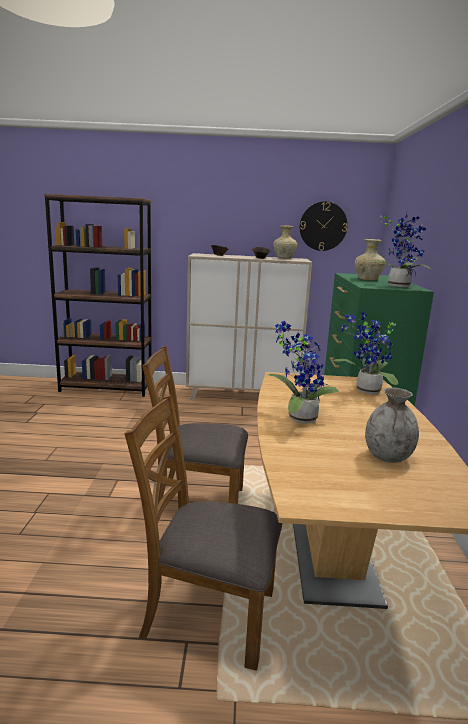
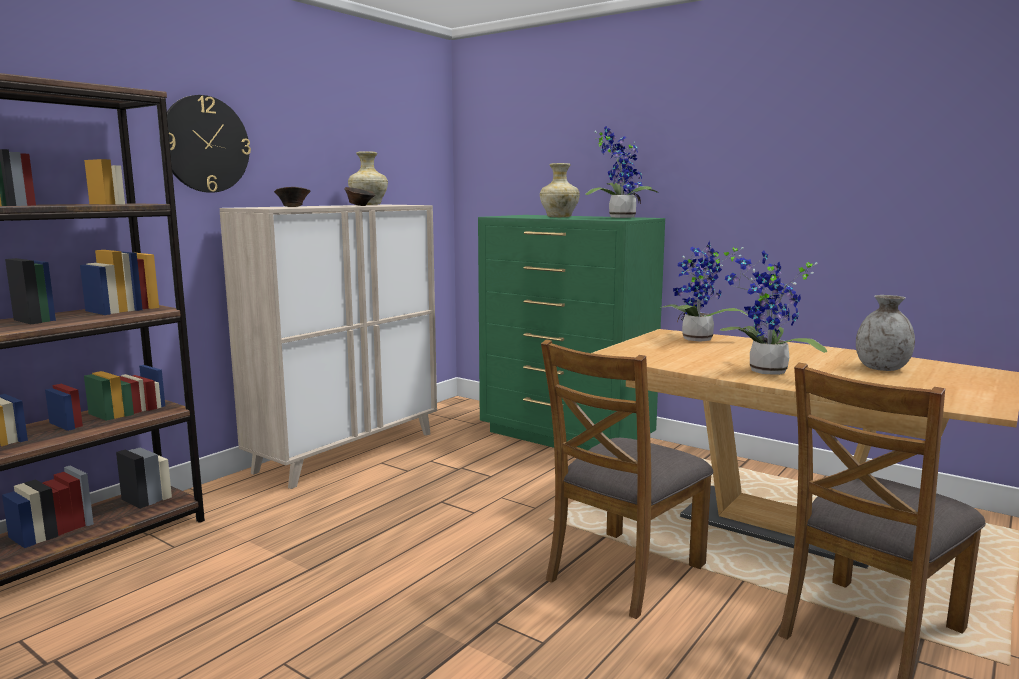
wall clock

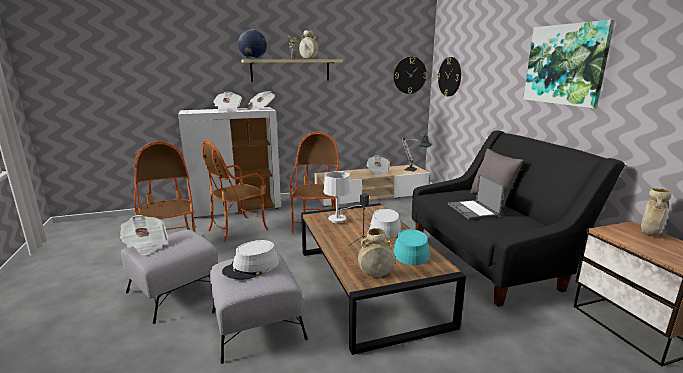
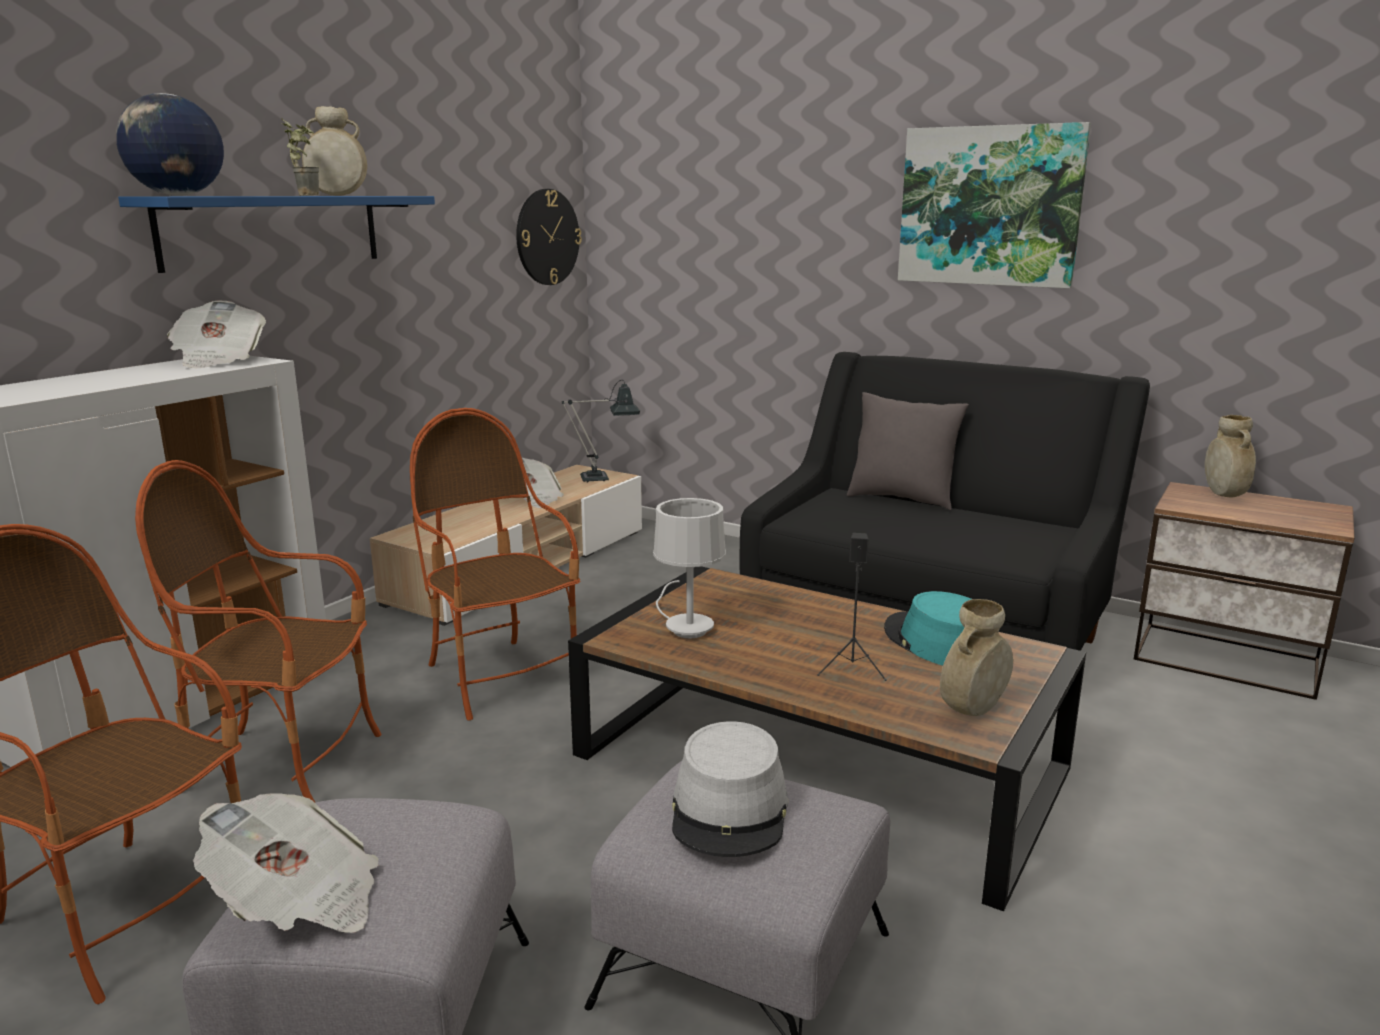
blue bracket shelf; armchair (no. 2 from left); daily paper (no. 2 from left in the first image); gray clothing hat (no. 2 from left in the first image); wall clock (no. 2 from left in the first image); notebook computer

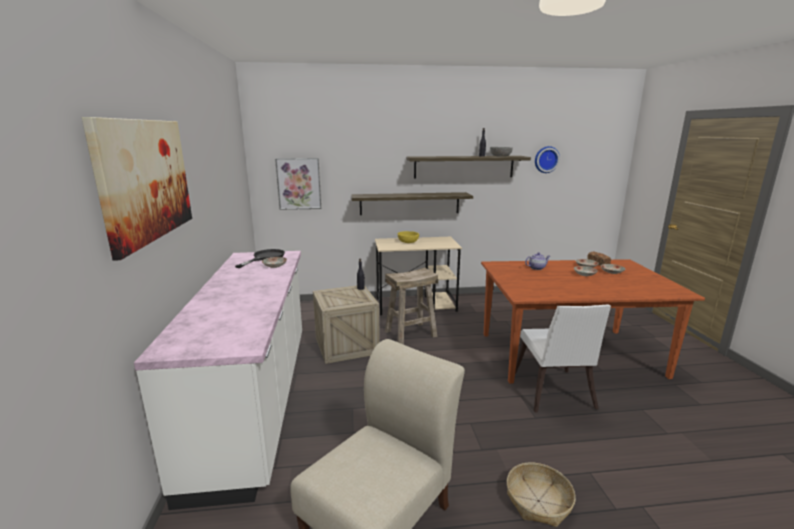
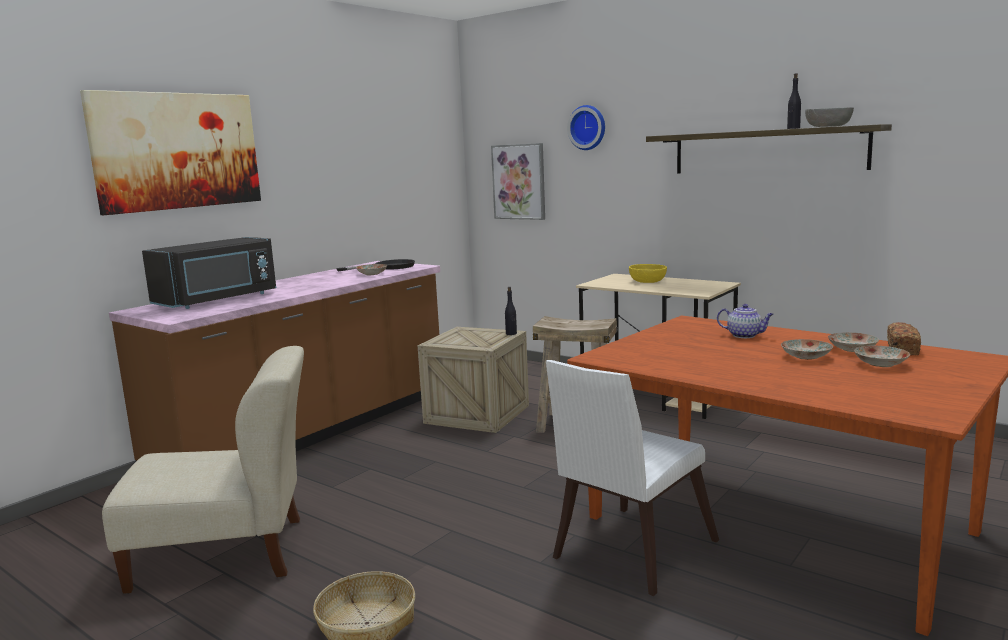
brown kitchen counter; black microwave oven; wall clock; bracket shelf (no. 1 from left in the first image)

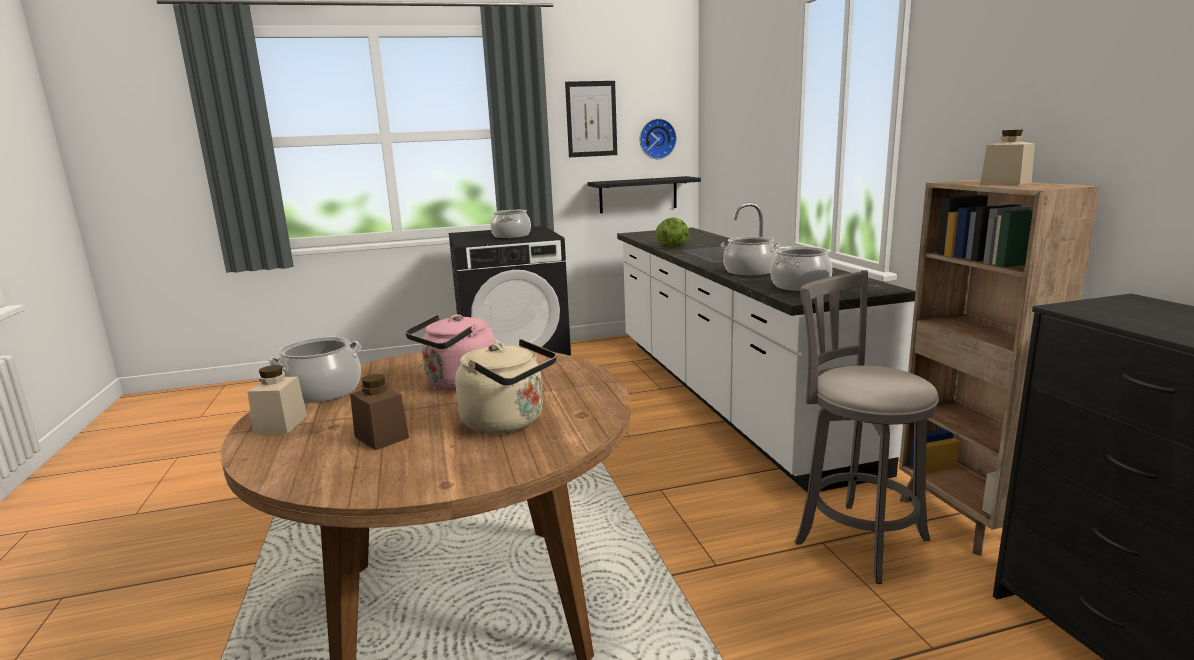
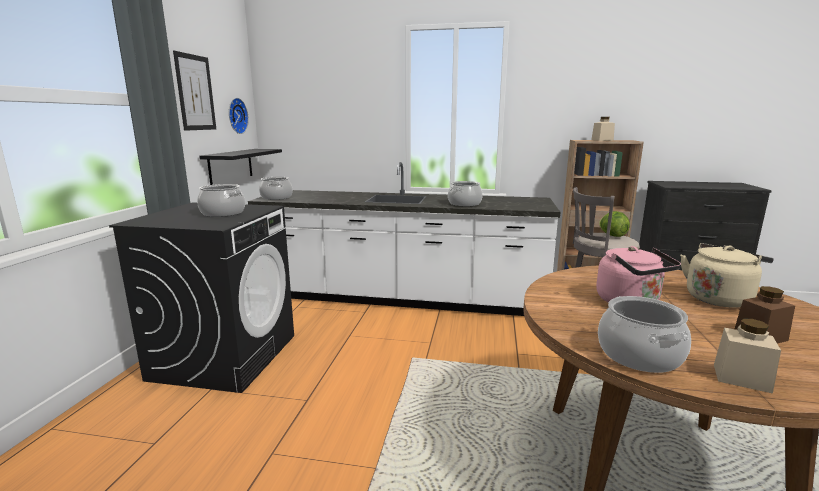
cooking pot (no. 2 from left); lettuce

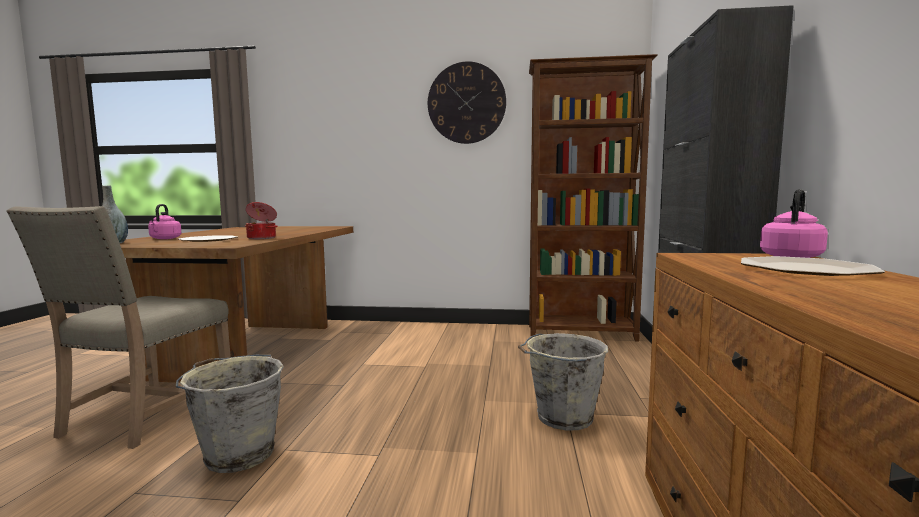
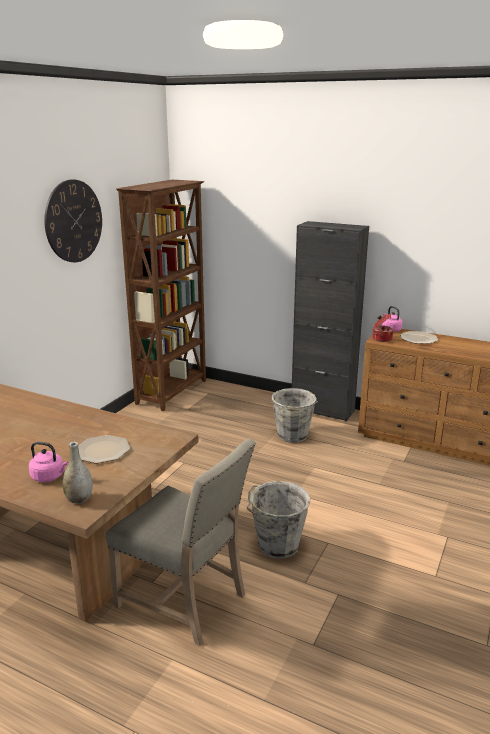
cooking pot

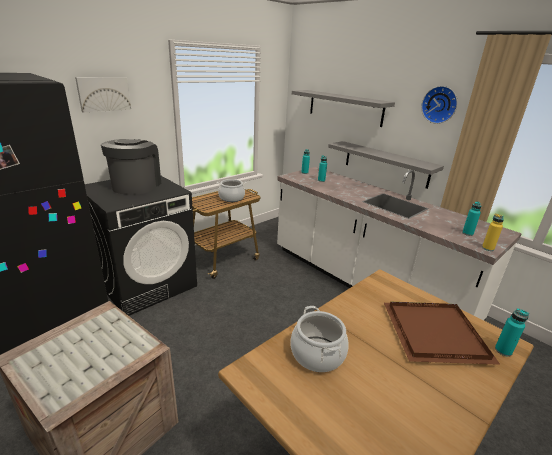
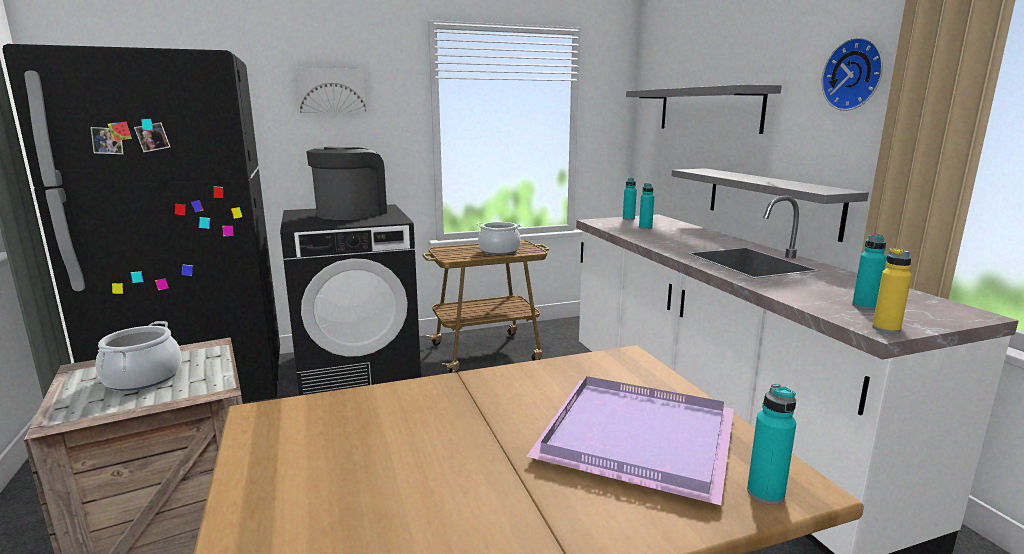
cooking pot (no. 1 from left); purple-coloured tray

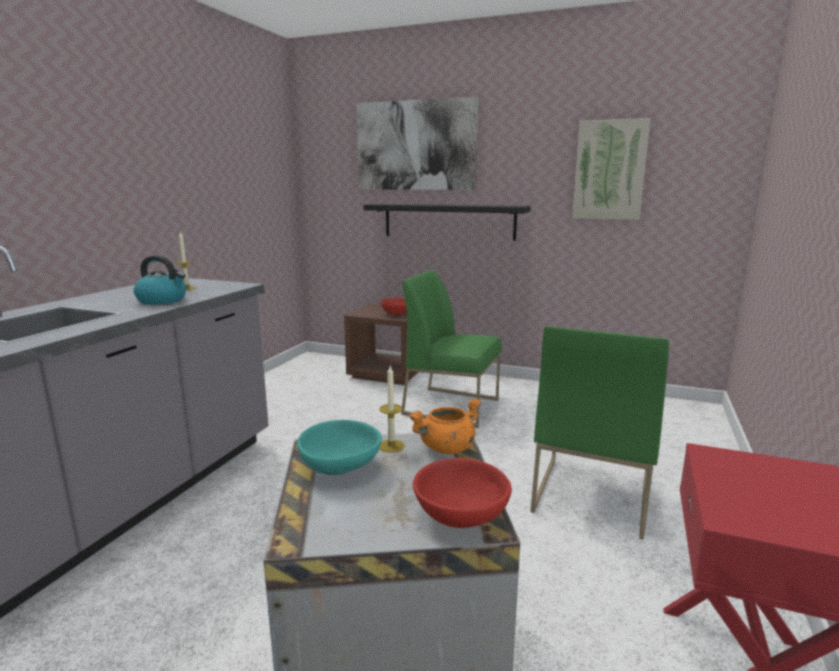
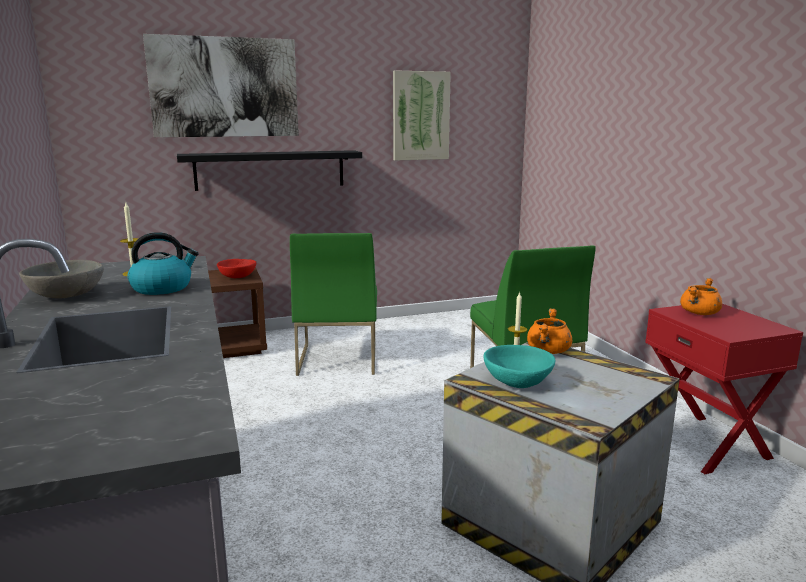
gray serving bowl; green upright chair (no. 1 from left); orange cooking pot (no. 2 from left); red-coloured serving bowl (no. 2 from left in the first image)

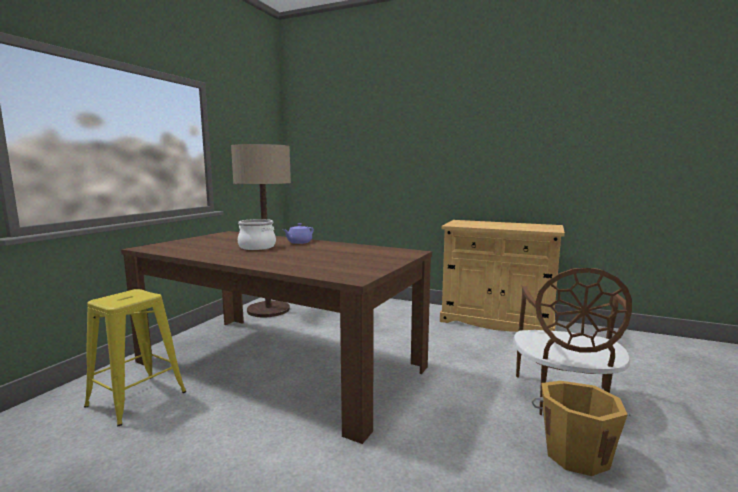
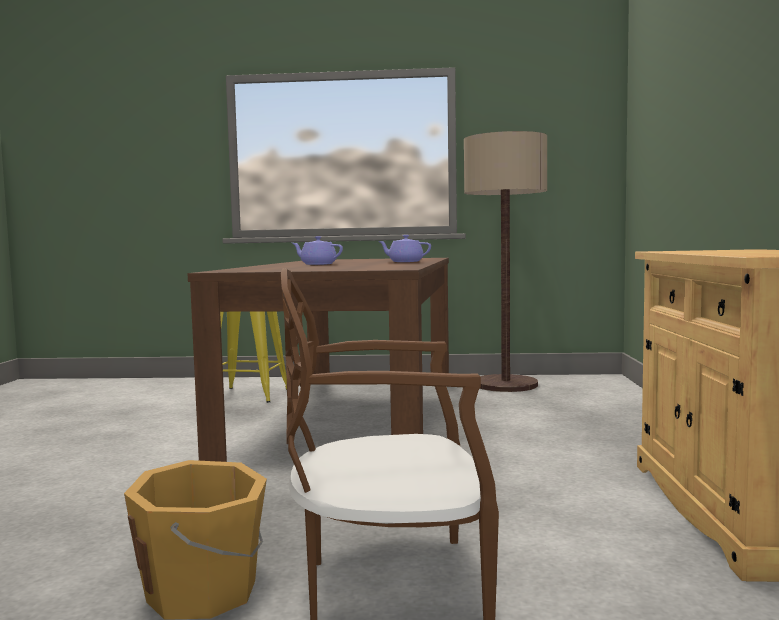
purple-coloured pot for tea (no. 1 from left); cooking pot

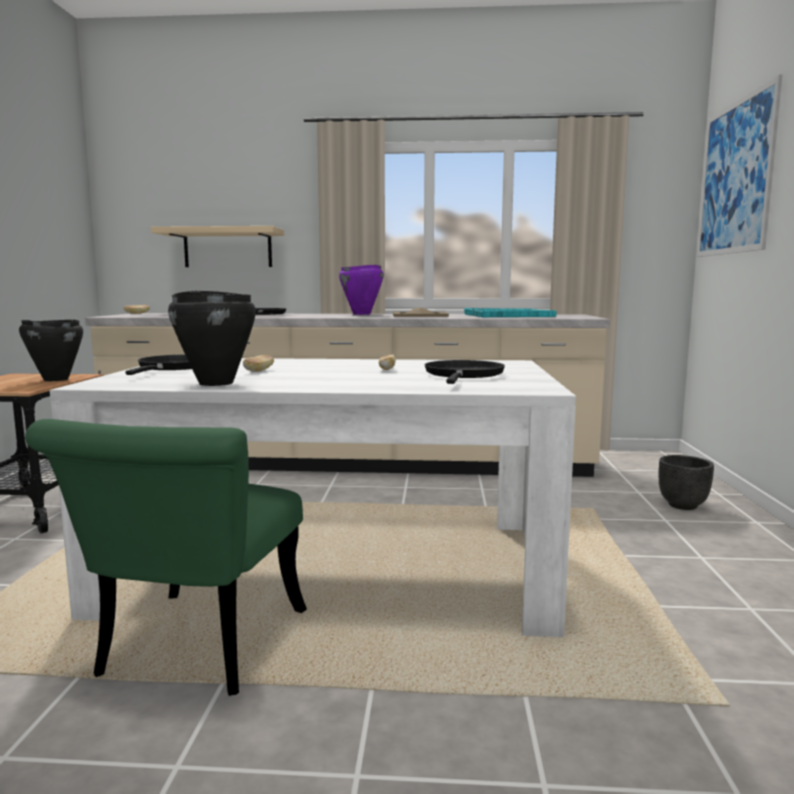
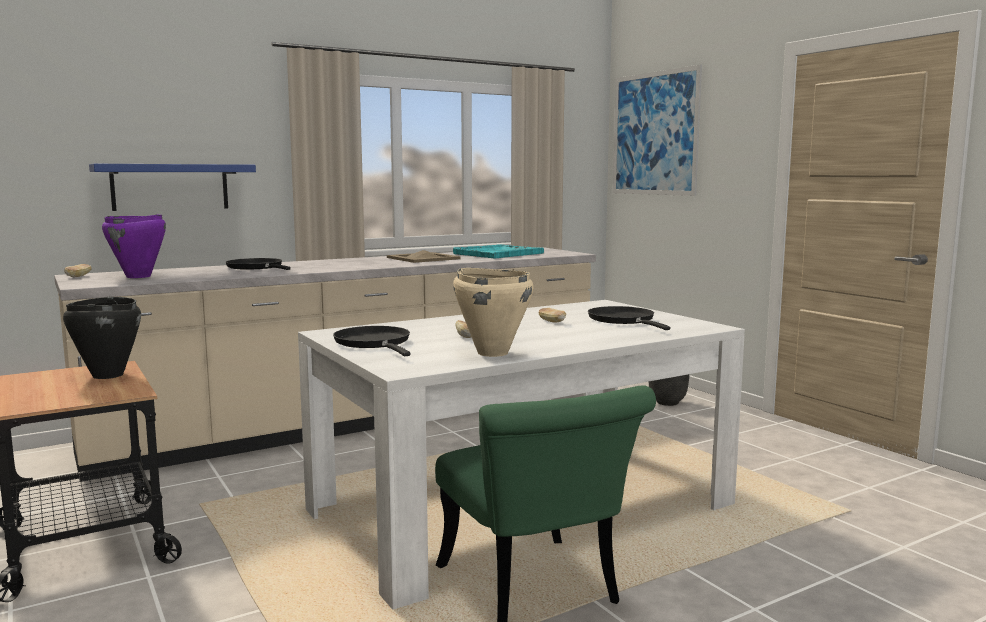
blue bracket shelf; purple-coloured cooking pot; beige cooking pot

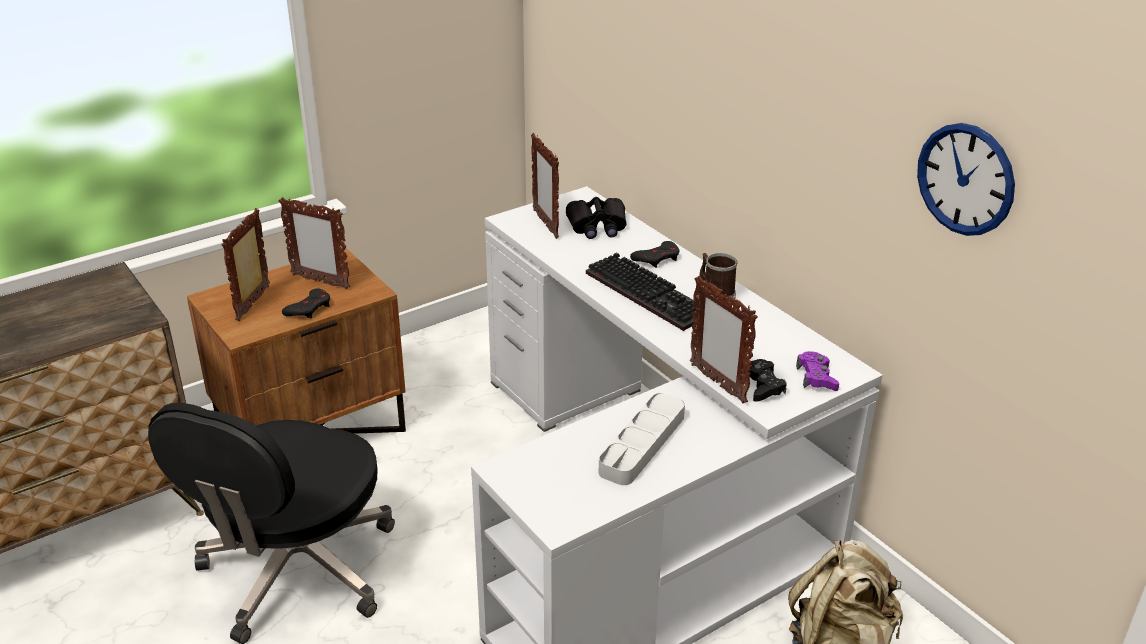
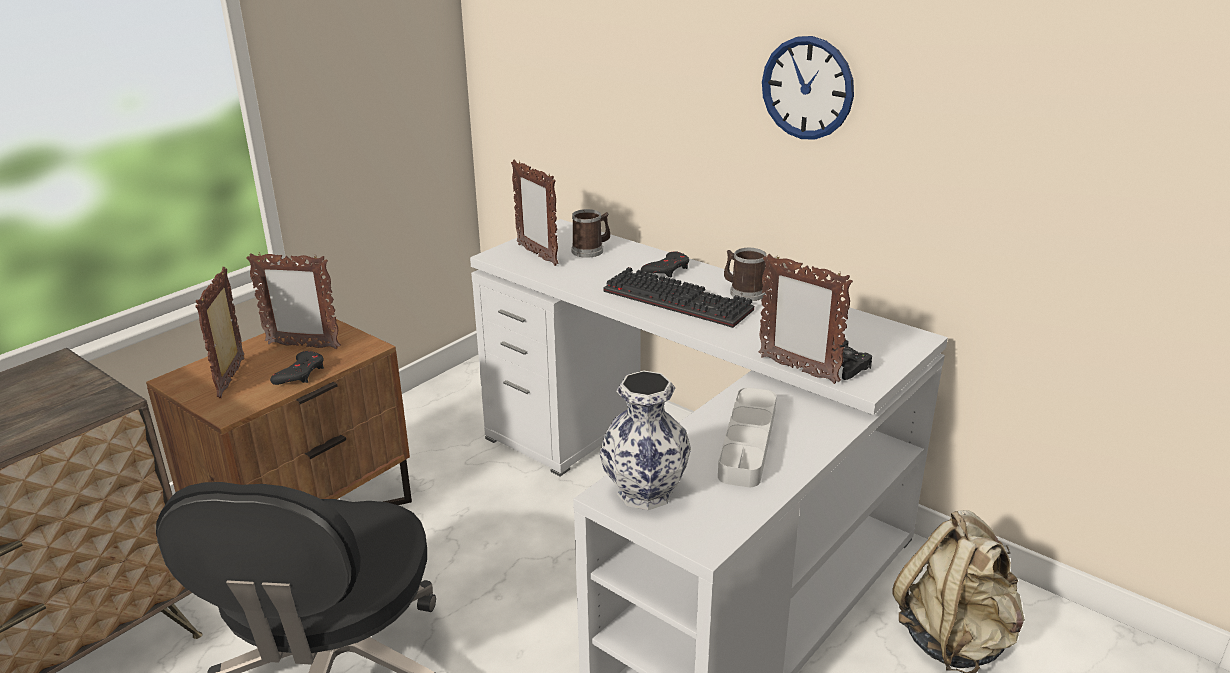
tea mug (no. 1 from left); decorative vase; wall clock; purple-coloured joypad

